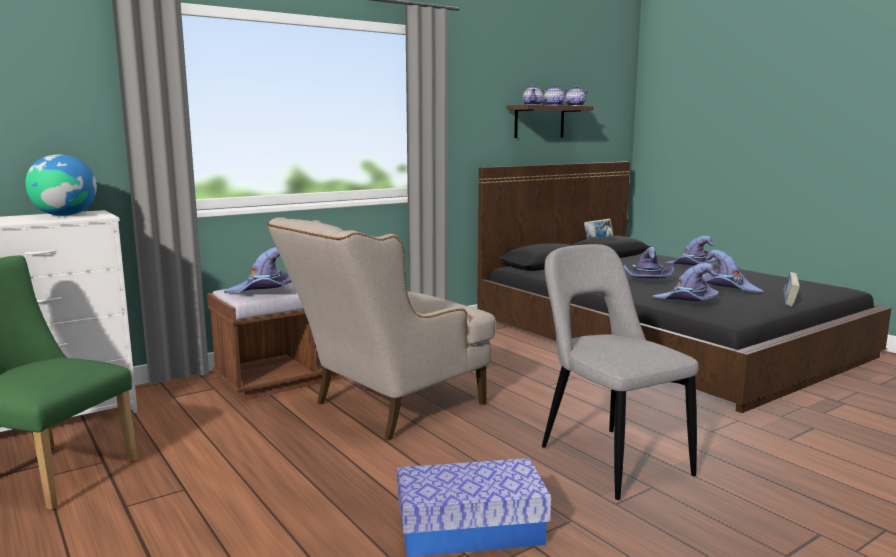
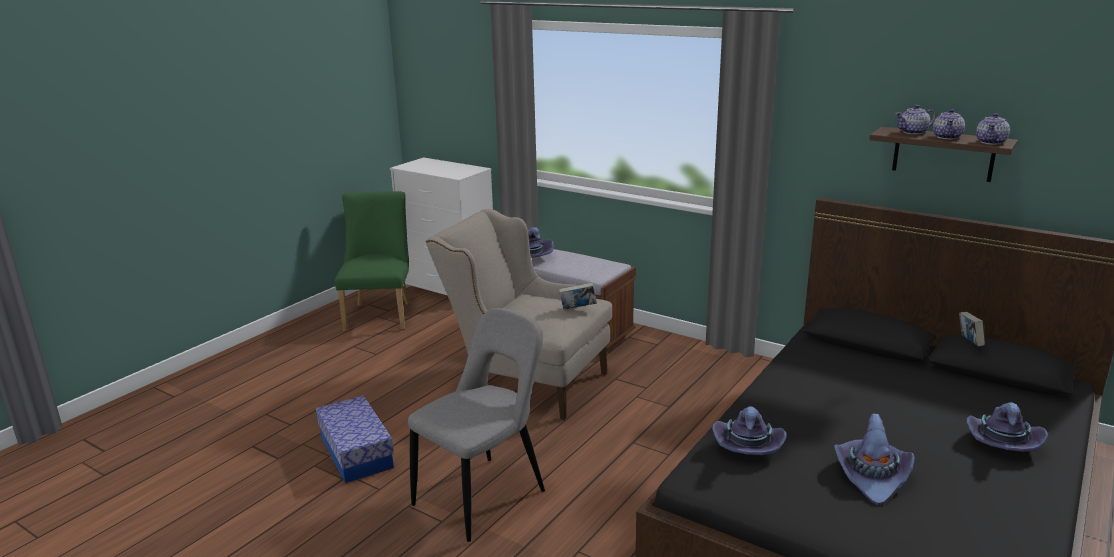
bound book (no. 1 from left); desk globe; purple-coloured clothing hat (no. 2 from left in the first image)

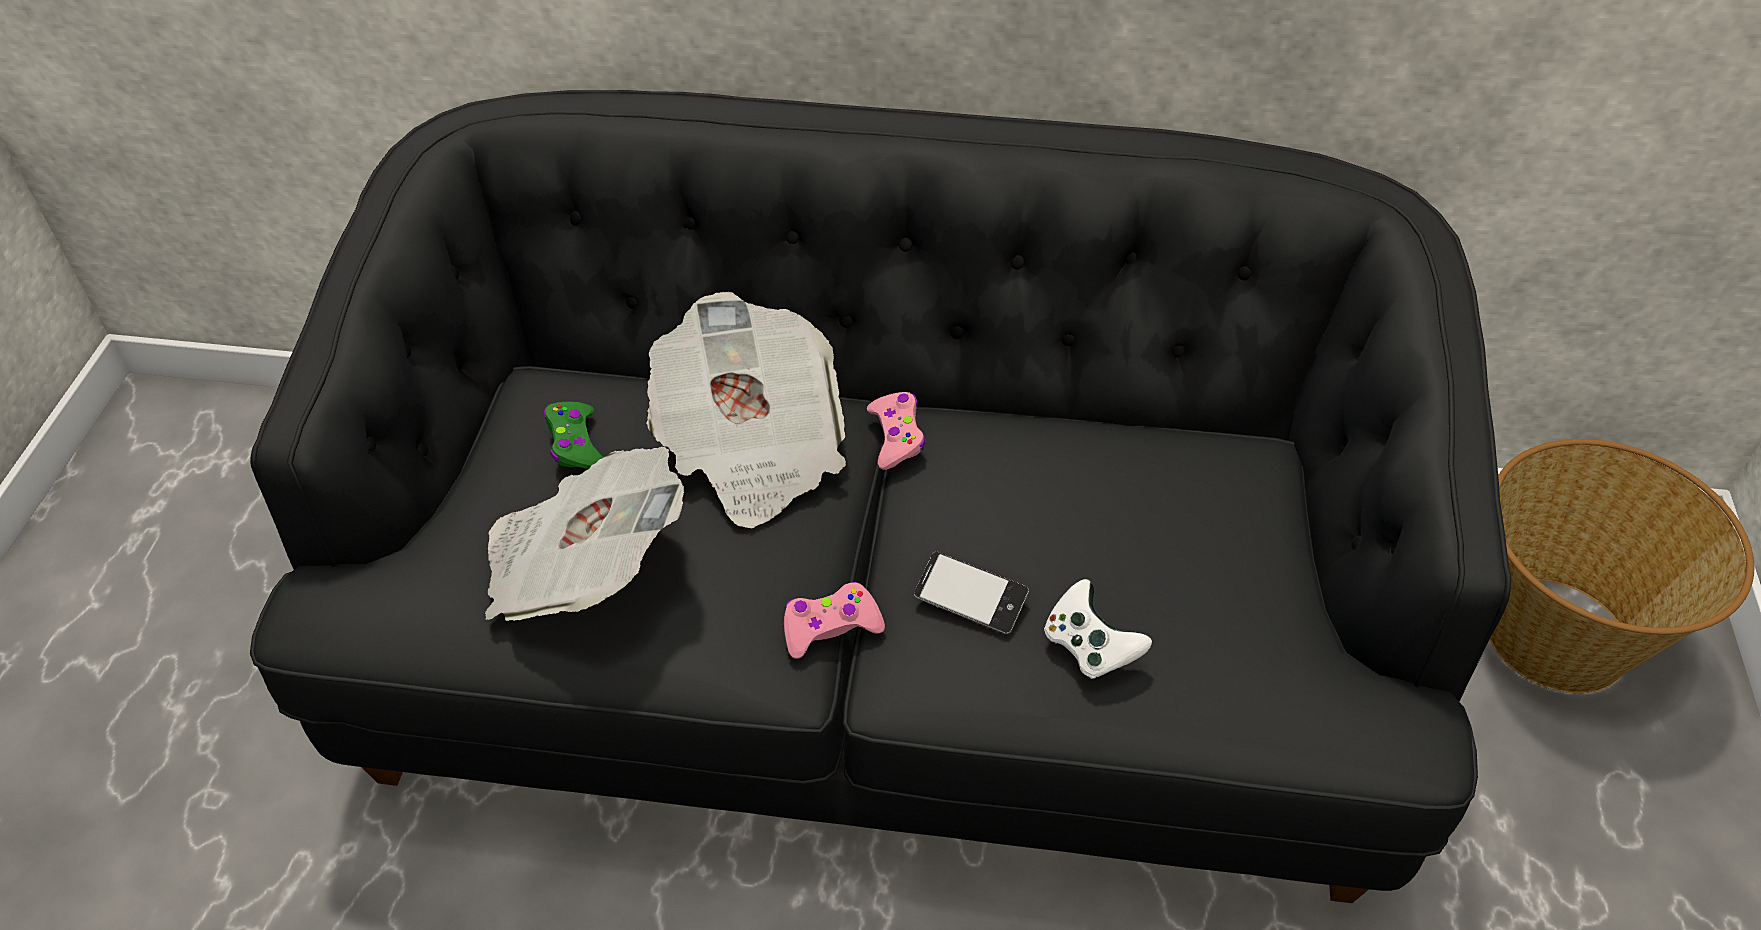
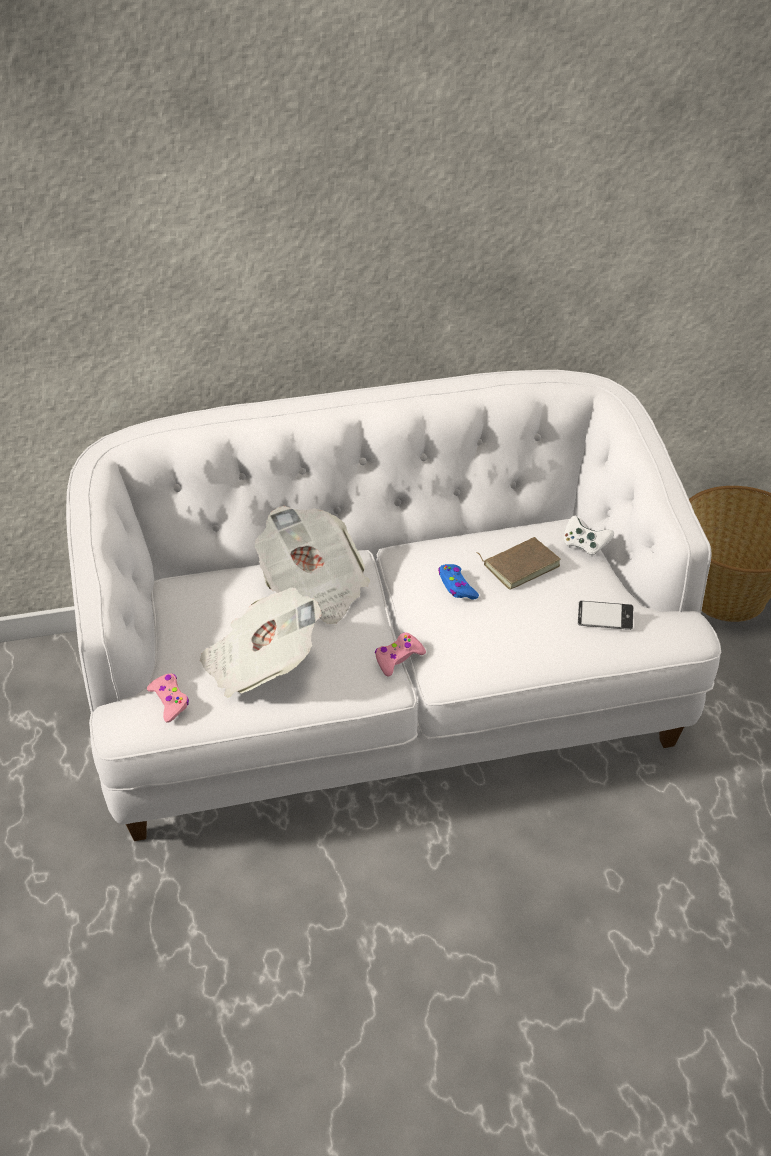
white-coloured sofa; pink-coloured joypad (no. 1 from left); blue joypad; brown bound book; white-coloured joypad; phone; green joypad

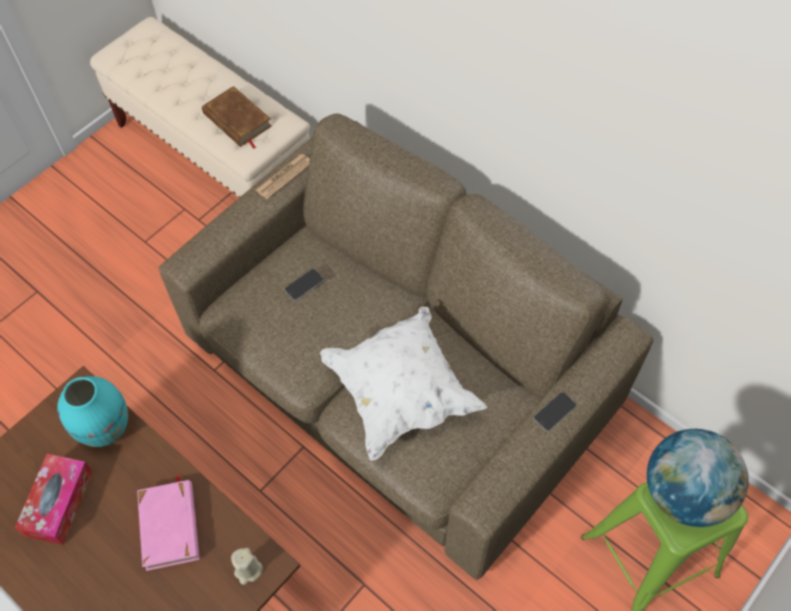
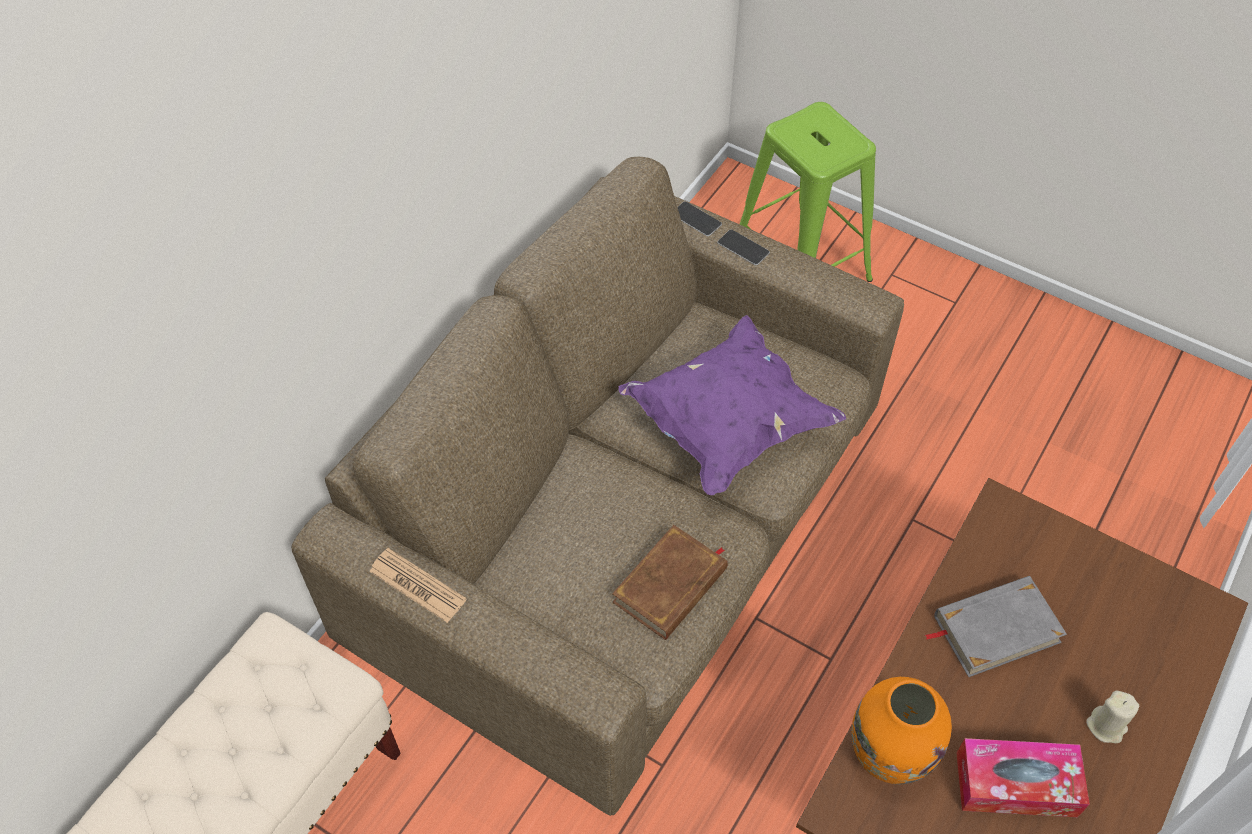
brown bound book; purple-coloured throw pillow; phone (no. 1 from left); orange decorative vase; gray bound book; beige wax candle; desk globe

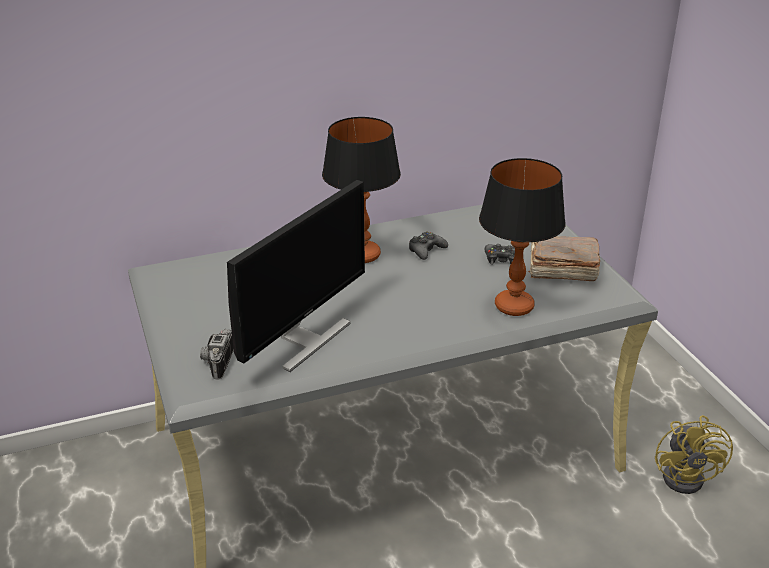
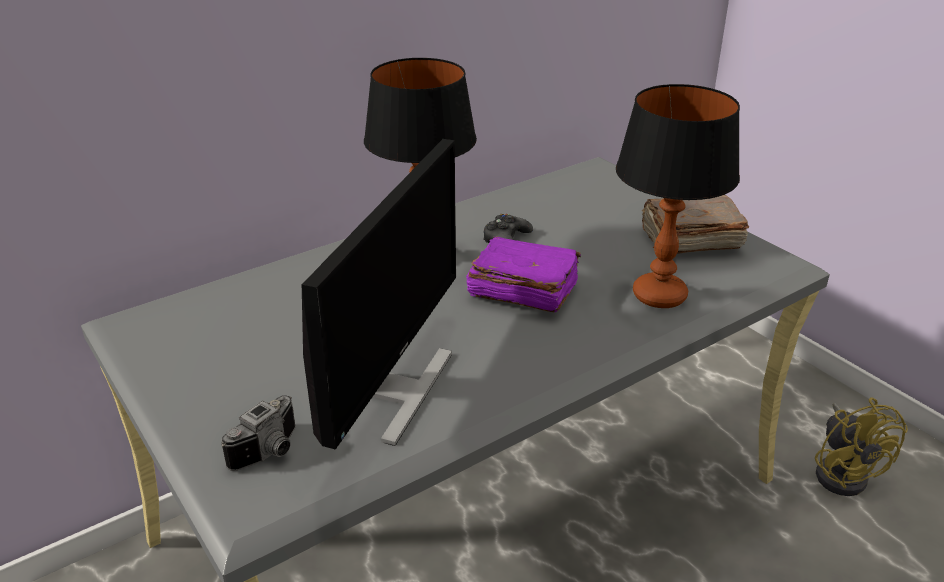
photo camera; purple-coloured bound book; black joypad (no. 2 from left in the first image)

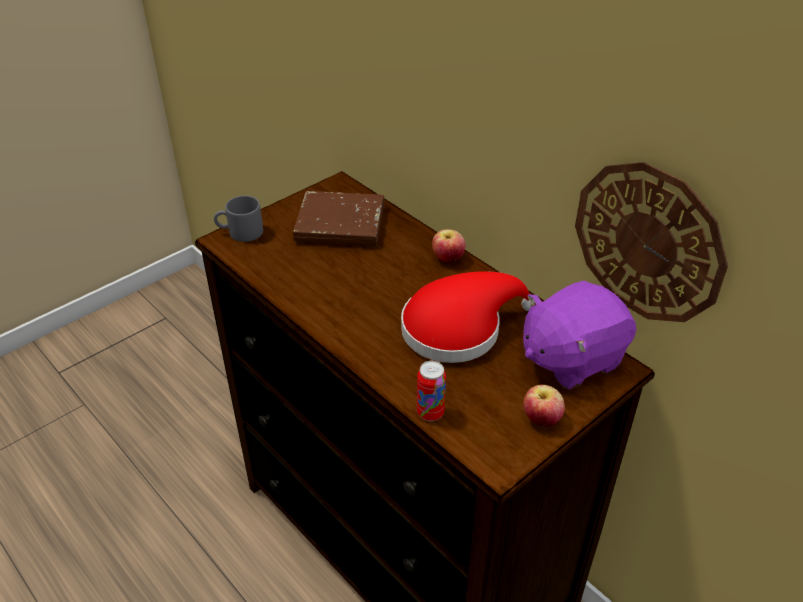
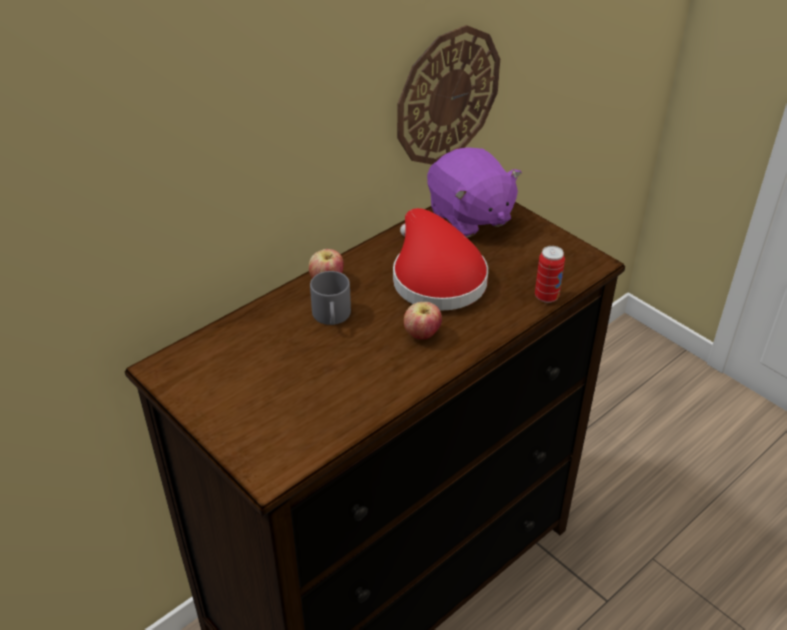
gray tea mug; apple fruit (no. 2 from left); brown bound book

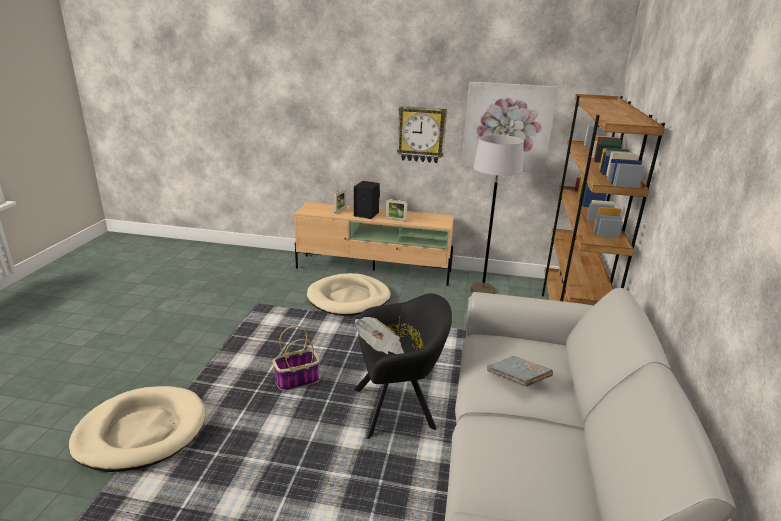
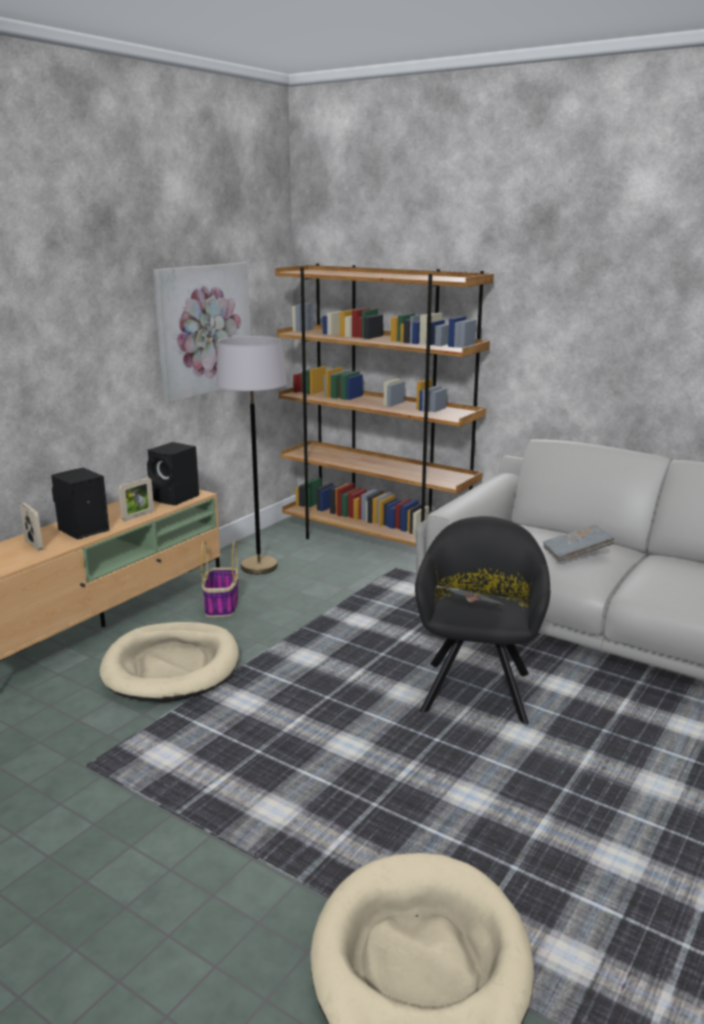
black speaker (no. 2 from left); household basket; wall clock

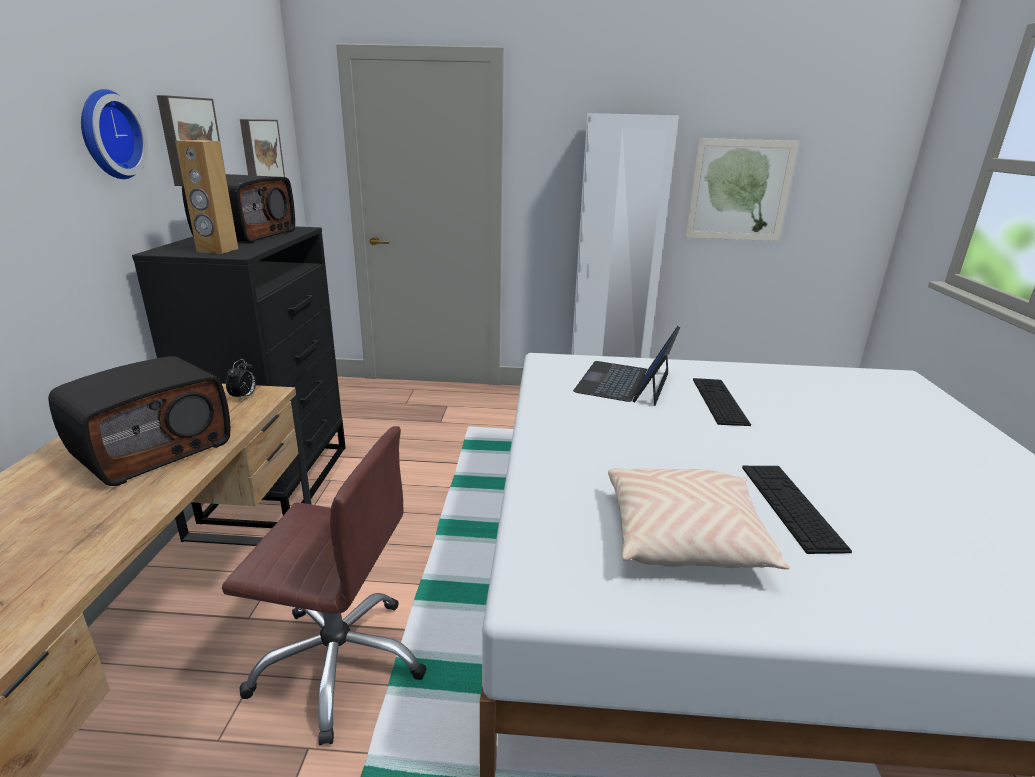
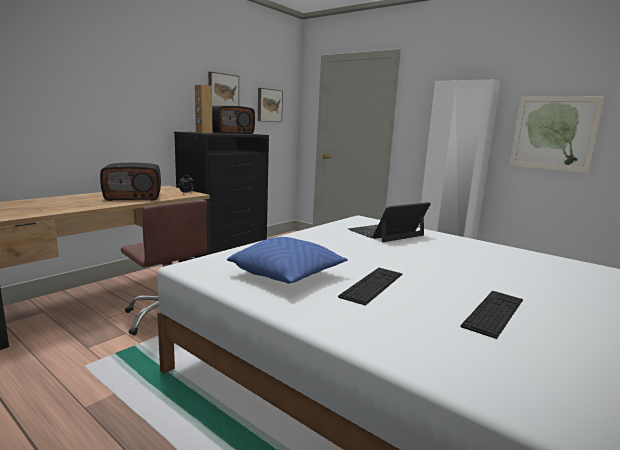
blue throw pillow; keyboard (no. 2 from left); wall clock

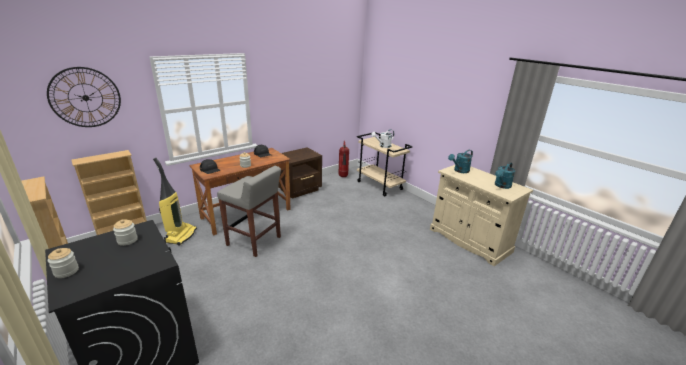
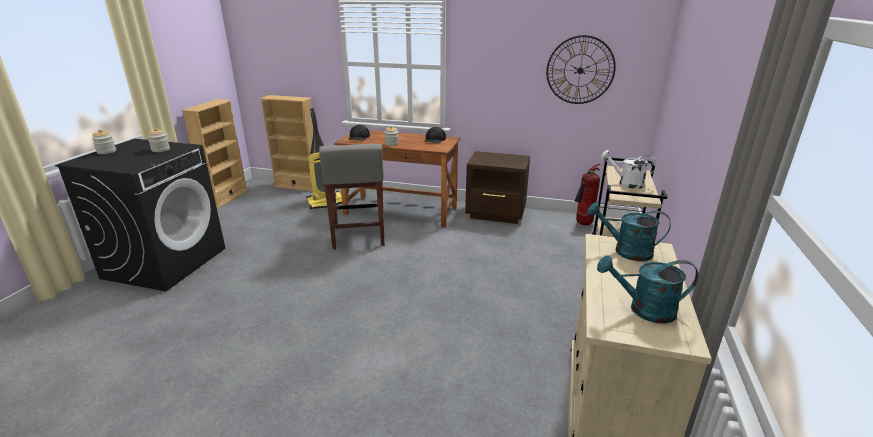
wall clock

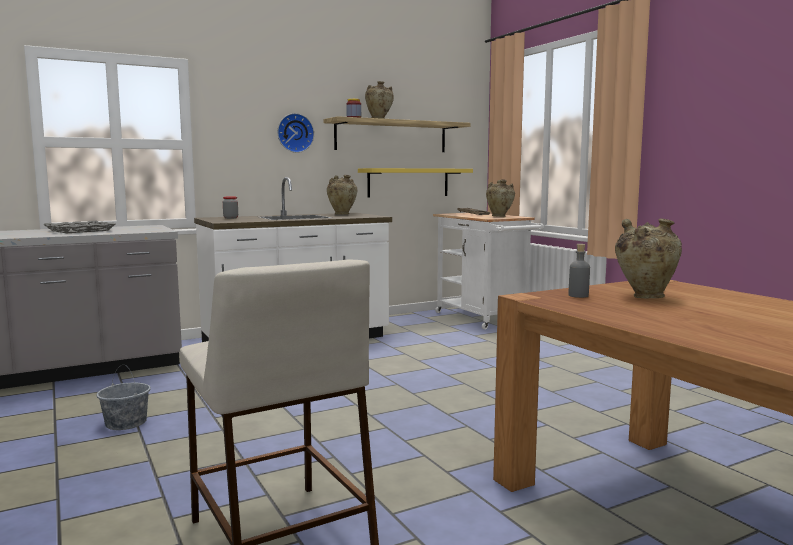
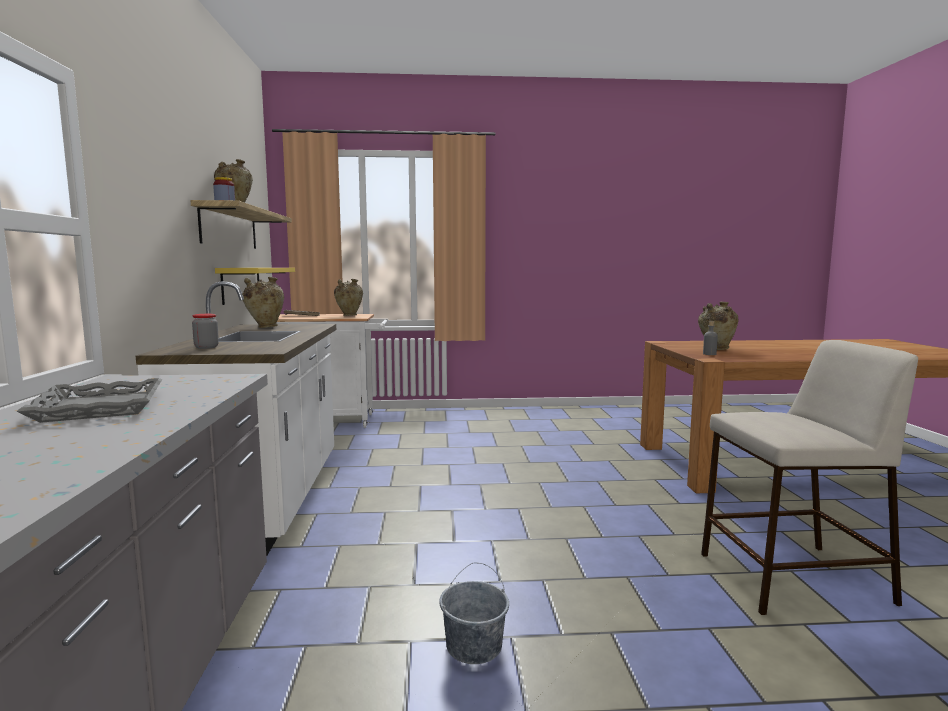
wall clock

